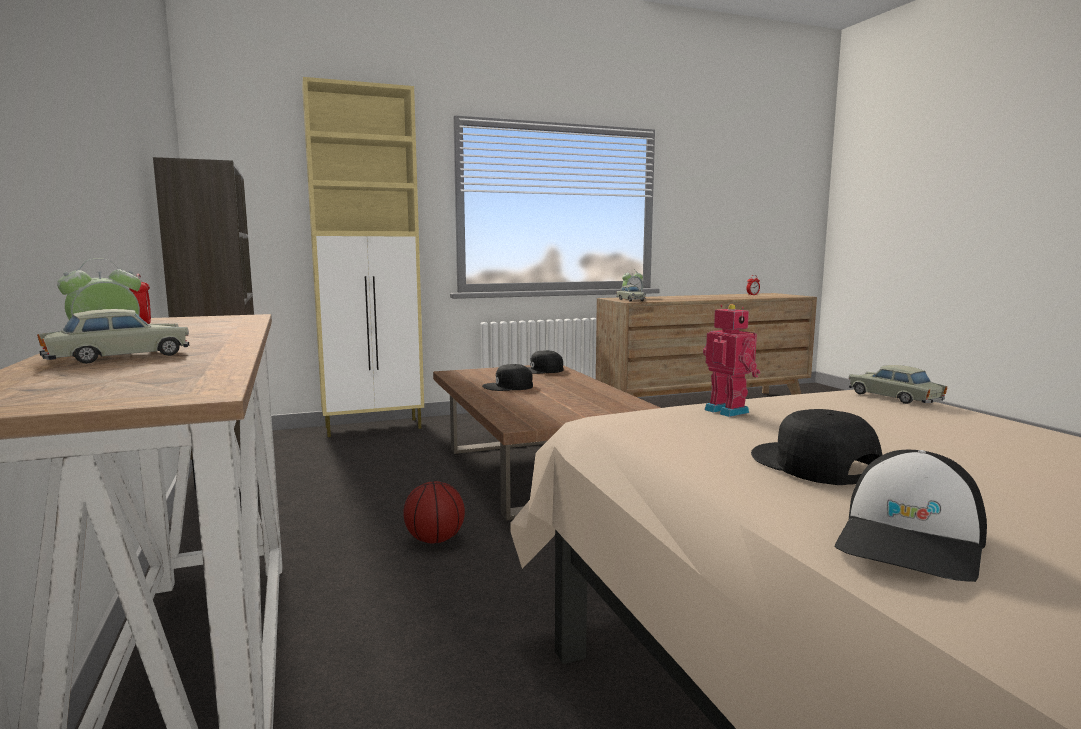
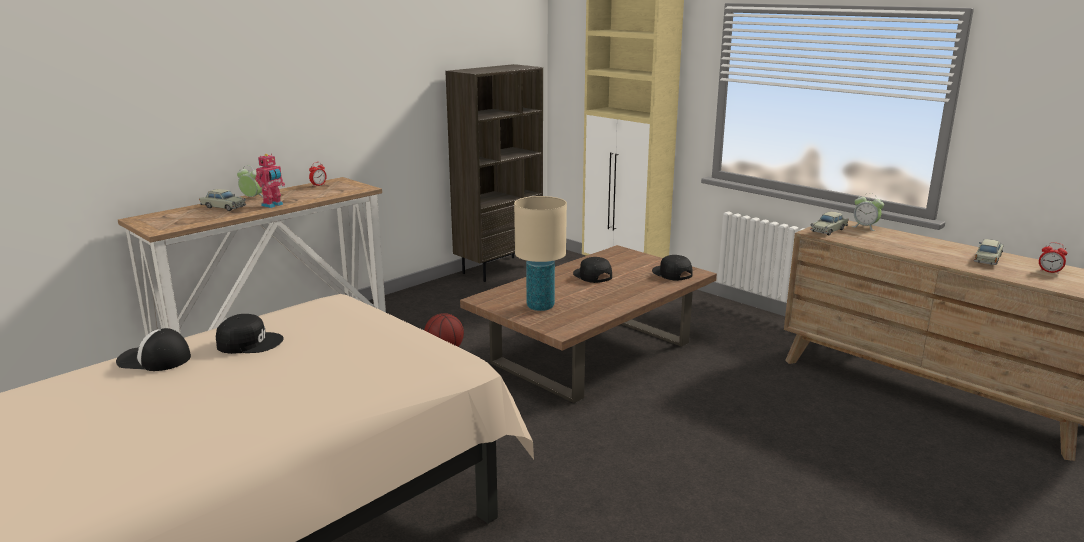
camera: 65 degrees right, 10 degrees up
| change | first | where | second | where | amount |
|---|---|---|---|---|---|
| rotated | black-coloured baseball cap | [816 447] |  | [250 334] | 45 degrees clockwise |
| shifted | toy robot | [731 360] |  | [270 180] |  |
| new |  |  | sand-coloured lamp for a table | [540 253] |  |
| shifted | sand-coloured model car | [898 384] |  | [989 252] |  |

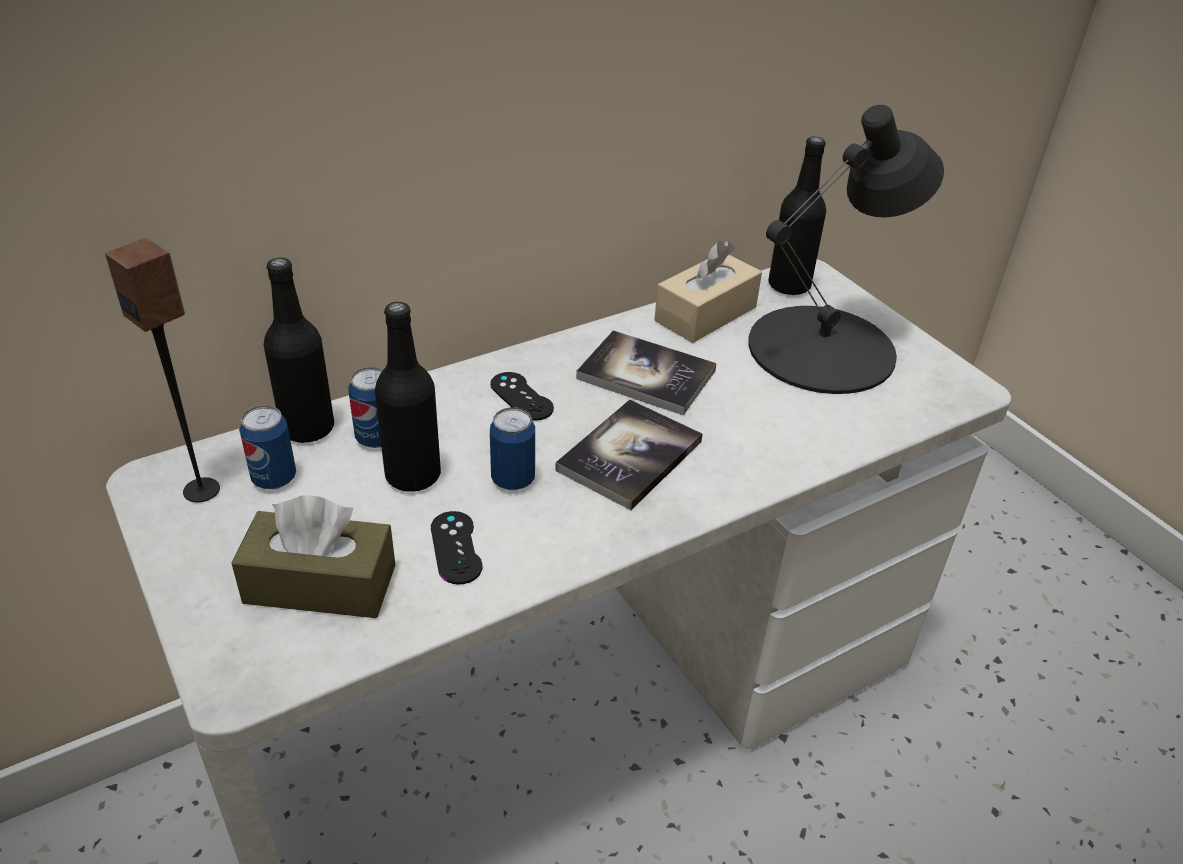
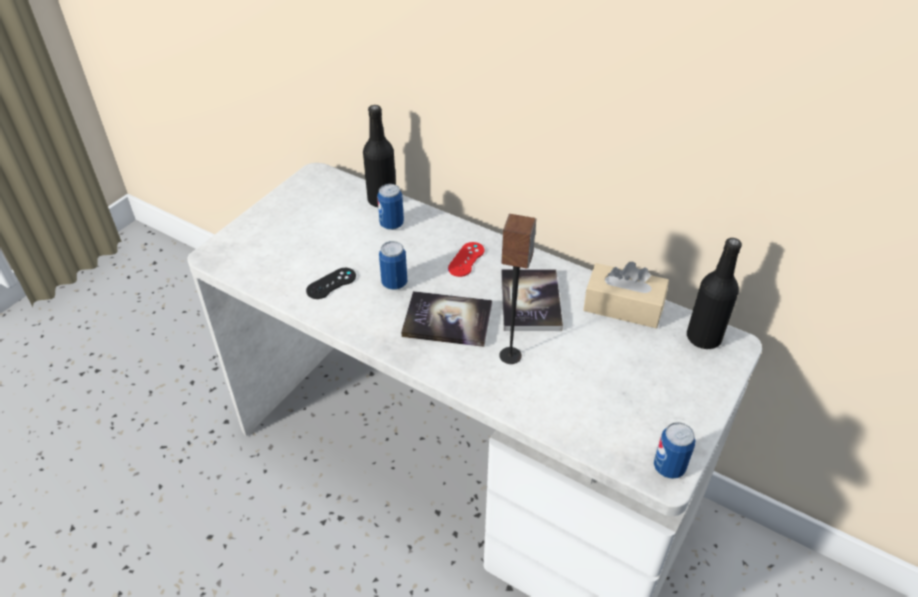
camera: 65 degrees right, 5 degrees up
| change | first | where | second | where | amount |
|---|---|---|---|---|---|
| repainted | black-coloured joypad | [522 396] | red-coloured joypad | [466 259] |  |
| shifted | loudspeaker | [162 370] |  | [517 289] |  |
| shifted | metal can | [267 447] |  | [675 450] |  |
| gone | brownish box of tissues | [313 557] |  |  |  |
| gone | black-coloured bottle | [408 397] |  |  |  |
| gone | black-coloured lamp for a table | [846 249] |  |  |  |

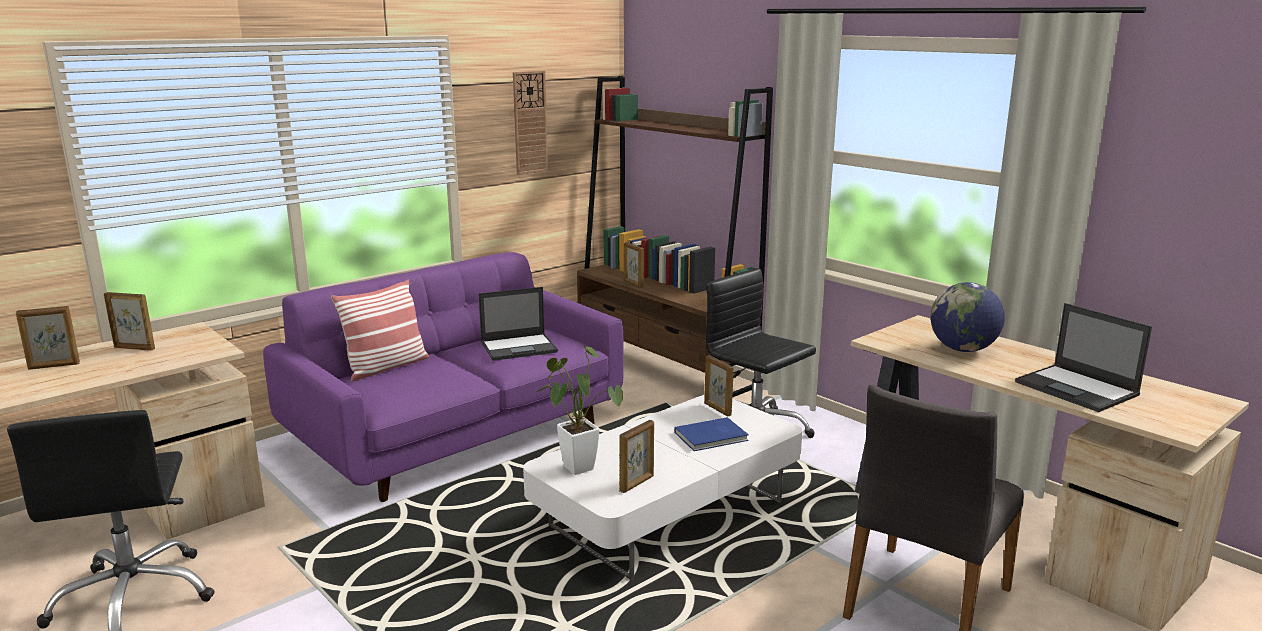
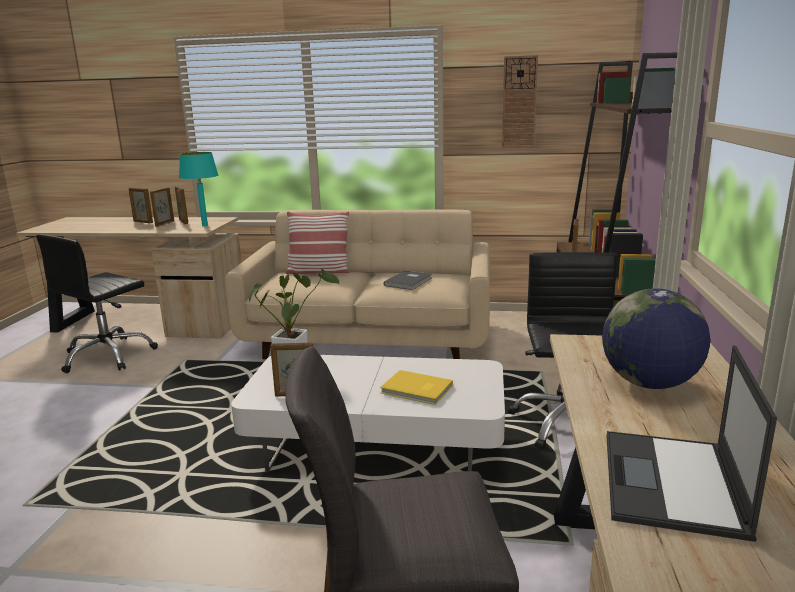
camera: 50 degrees right, 0 degrees up
| change | first | where | second | where | amount |
|---|---|---|---|---|---|
| shifted | standing frame | [719 386] |  | [162 207] |  |
| new |  |  | blue-green lamp for a table | [198 189] |  |
| repainted | purplish couch | [443 377] | sand-coloured couch | [357 284] |  |
| repainted | blue volume | [711 434] | yellow-coloured volume | [416 387] |  |
| swapped | laptop | [518 324] | grey volume | [407 280] |  |

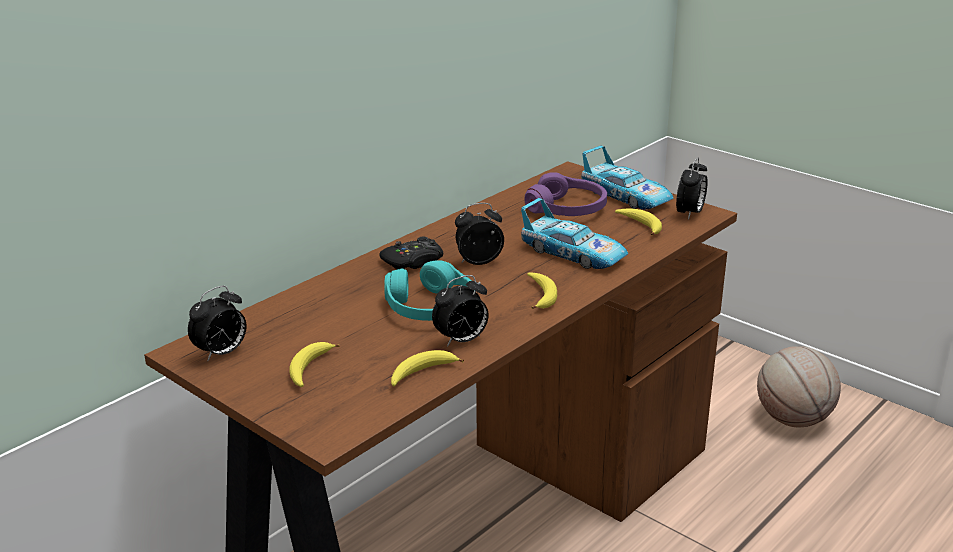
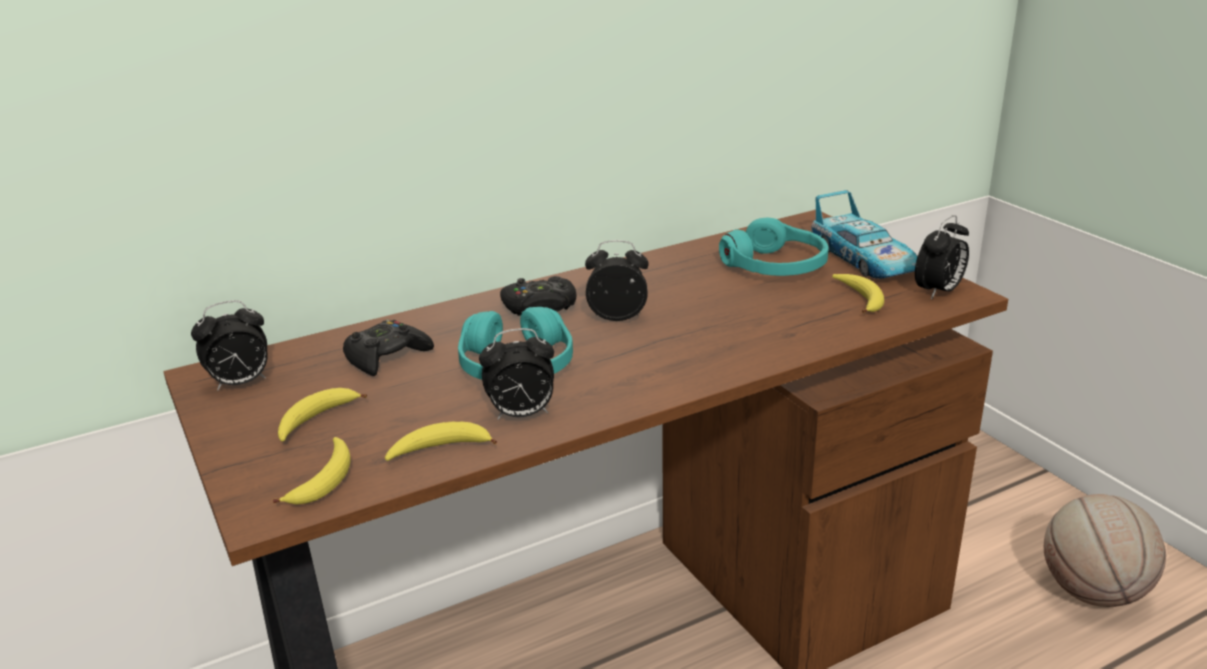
camera: 20 degrees right, 0 degrees up
| change | first | where | second | where | amount |
|---|---|---|---|---|---|
| shifted | banana fruit | [542 290] |  | [312 471] |  |
| new |  |  | black-coloured joypad | [388 348] |  |
| repainted | purplish headset | [566 194] | blue-green headset | [774 247] |  |
| gone | model car | [574 233] |  |  |  |

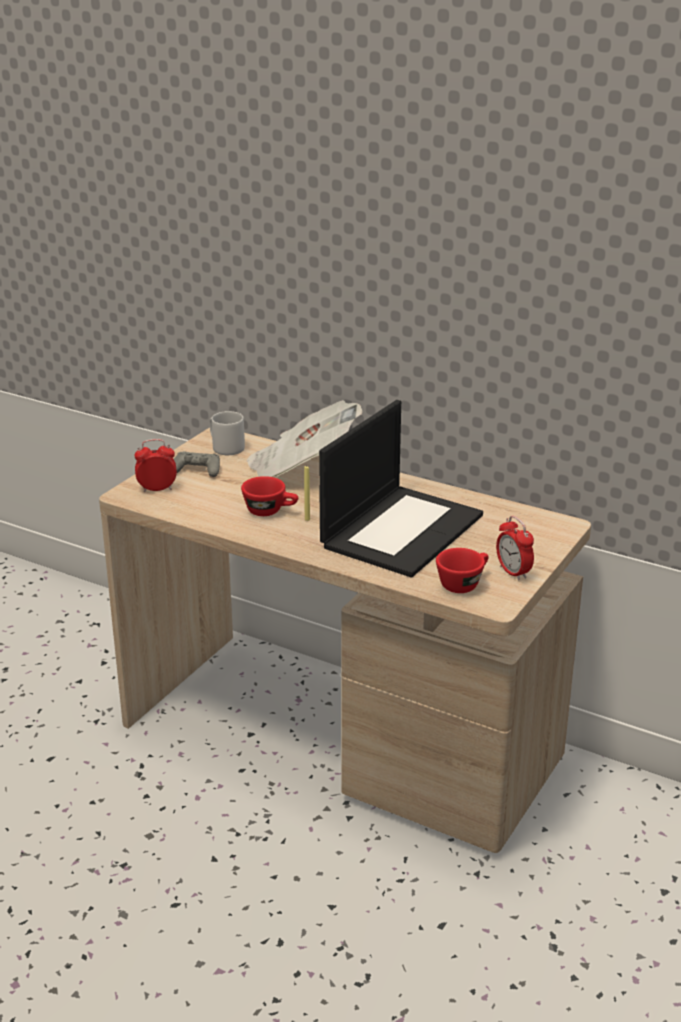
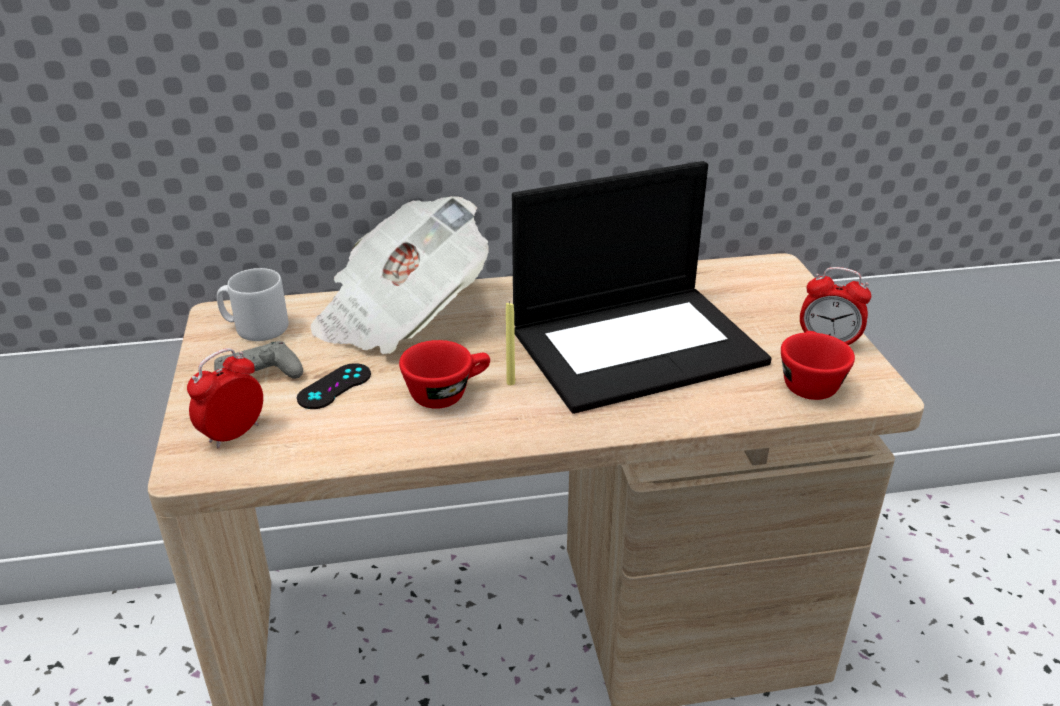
camera: 40 degrees left, 5 degrees up
| change | first | where | second | where | amount |
|---|---|---|---|---|---|
| new |  |  | black-coloured joypad | [334 386] |  |
| rotated | laptop | [401 488] |  | [642 287] | 75 degrees clockwise |

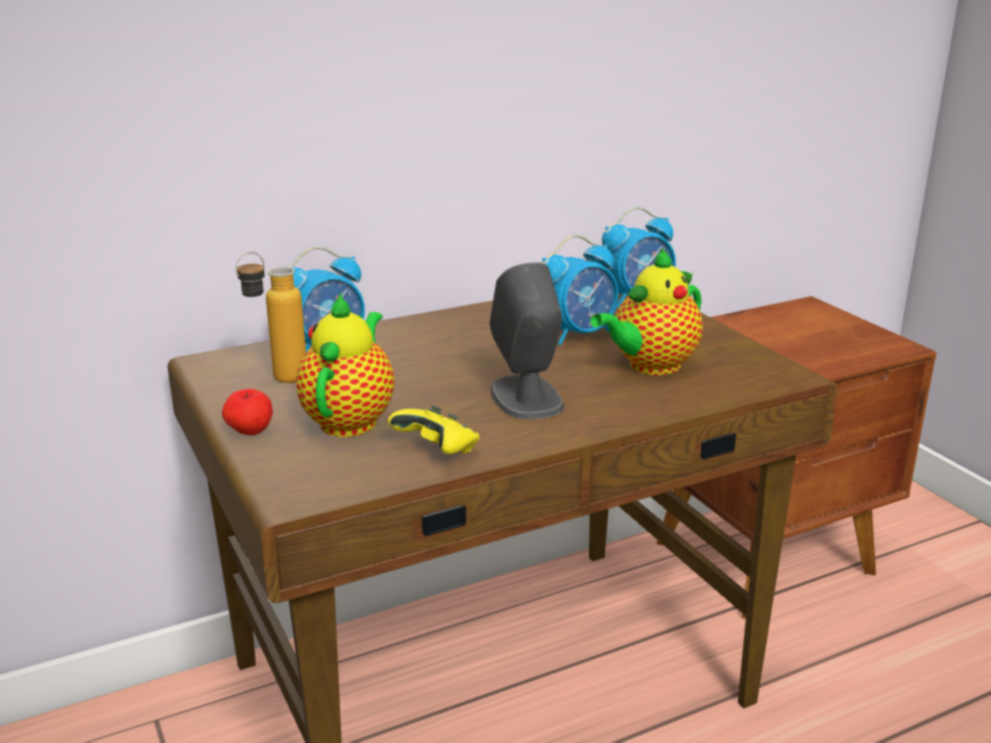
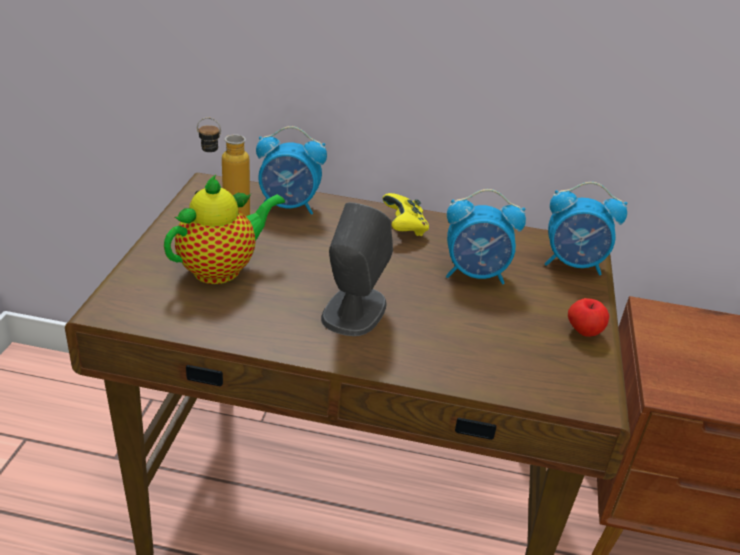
camera: 35 degrees right, 10 degrees up
| change | first | where | second | where | amount |
|---|---|---|---|---|---|
| shifted | yellow-coloured joypad | [434 430] |  | [406 215] |  |
| shifted | apple fruit | [247 412] |  | [588 317] |  |
| gone | teapot | [646 311] |  |  |  |

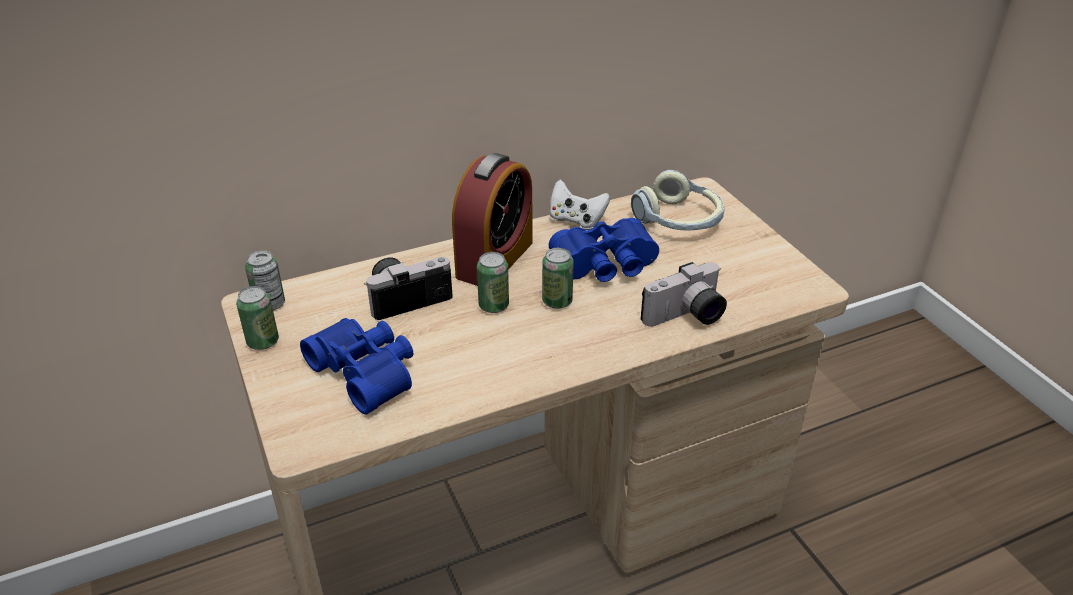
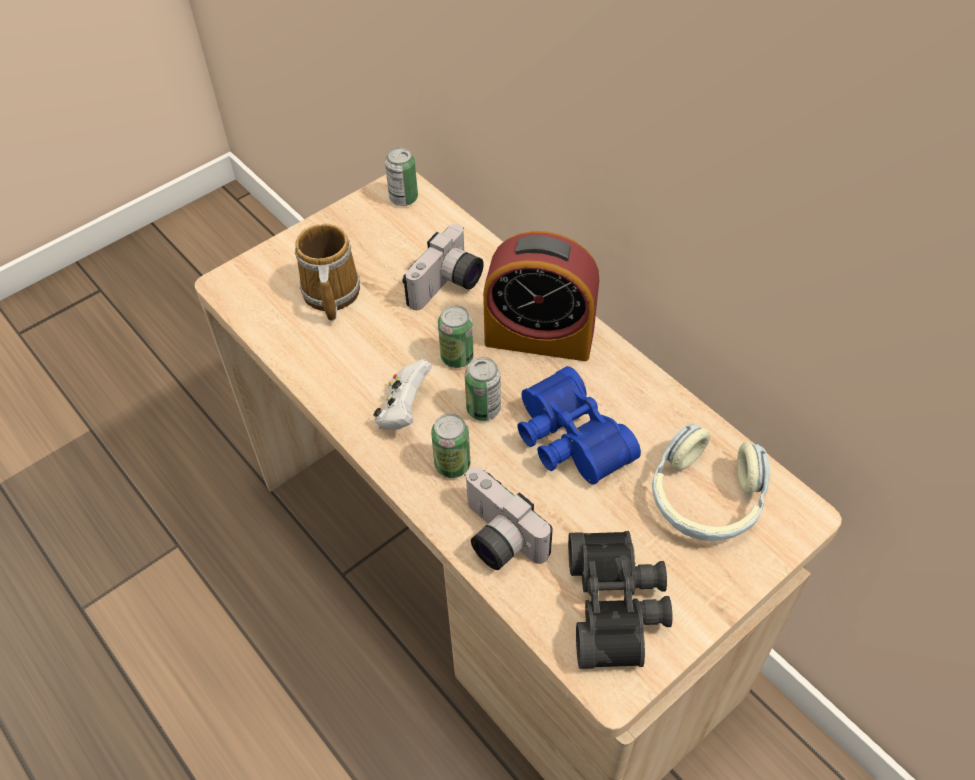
camera: 75 degrees right, 15 degrees up
| change | first | where | second | where | amount |
|---|---|---|---|---|---|
| swapped | blue pair of binoculars | [356 366] | mug | [327 272] |  |
| shifted | white-coloured joypad | [580 205] |  | [402 394] |  |
| rotated | photo camera | [408 288] |  | [443 267] | 75 degrees clockwise |
| shifted | metal can | [257 318] |  | [450 446] |  |
| new |  |  | black-coloured pair of binoculars | [620 600] |  |

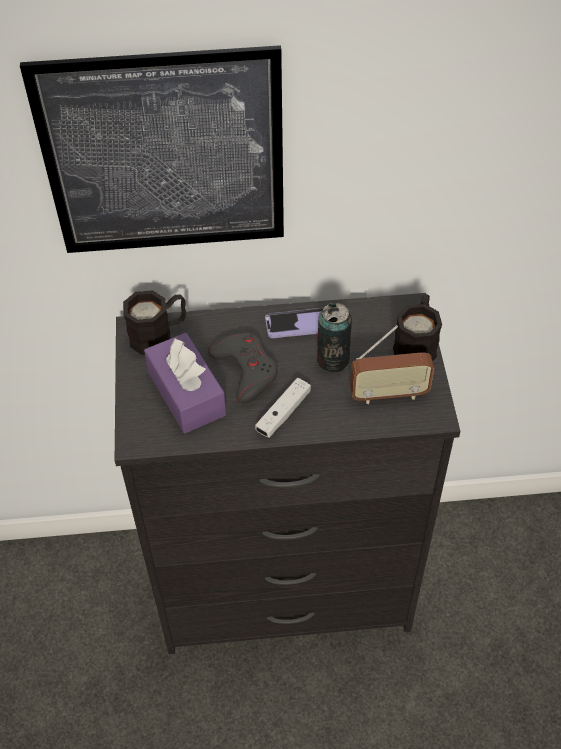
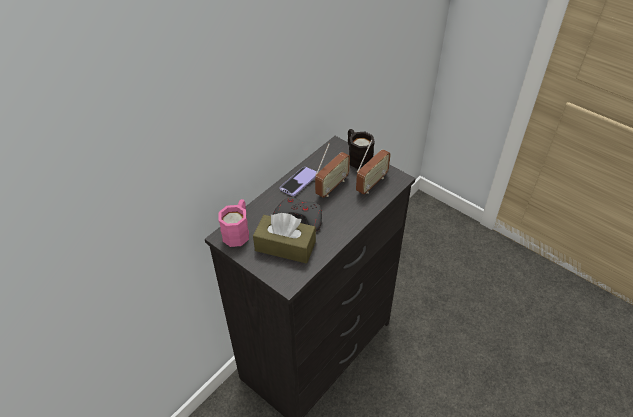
camera: 45 degrees left, 5 degrees down
| change | first | where | second | where | amount |
|---|---|---|---|---|---|
| repainted | black-coloured mug | [154 322] | pinkish mug | [233 223] |  |
| repainted | purplish box of tissues | [185 383] | brownish box of tissues | [284 238] |  |
| swapped | metal can | [334 338] | radio set | [332 170] |  |
| gone | picture | [152 149] |  |  |  |
| gone | white-coloured joypad | [283 408] |  |  |  |

